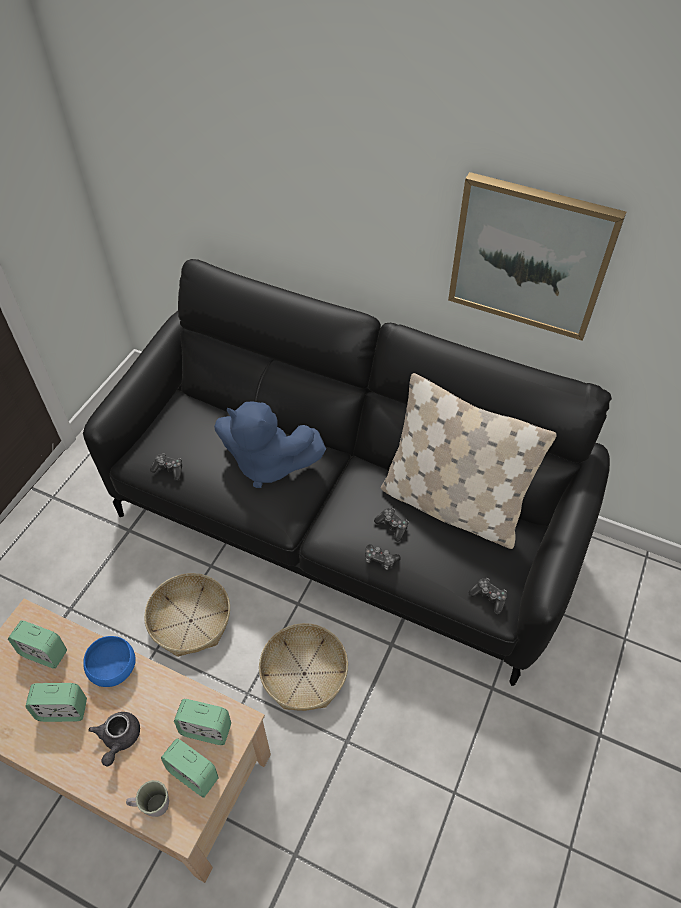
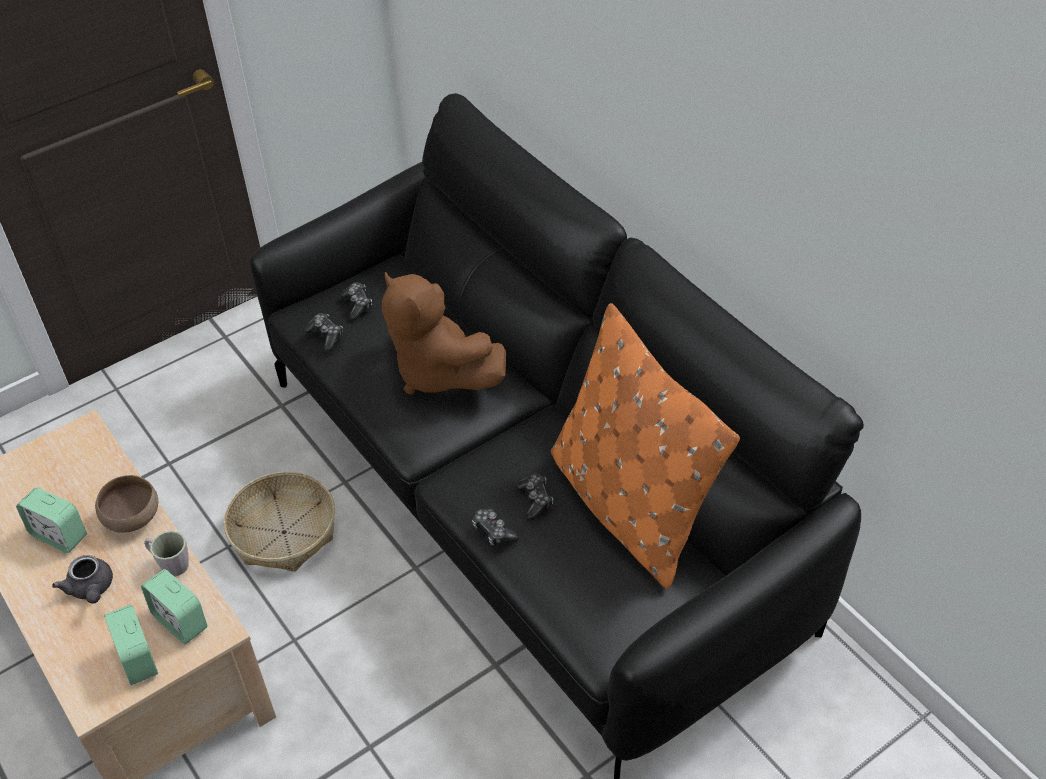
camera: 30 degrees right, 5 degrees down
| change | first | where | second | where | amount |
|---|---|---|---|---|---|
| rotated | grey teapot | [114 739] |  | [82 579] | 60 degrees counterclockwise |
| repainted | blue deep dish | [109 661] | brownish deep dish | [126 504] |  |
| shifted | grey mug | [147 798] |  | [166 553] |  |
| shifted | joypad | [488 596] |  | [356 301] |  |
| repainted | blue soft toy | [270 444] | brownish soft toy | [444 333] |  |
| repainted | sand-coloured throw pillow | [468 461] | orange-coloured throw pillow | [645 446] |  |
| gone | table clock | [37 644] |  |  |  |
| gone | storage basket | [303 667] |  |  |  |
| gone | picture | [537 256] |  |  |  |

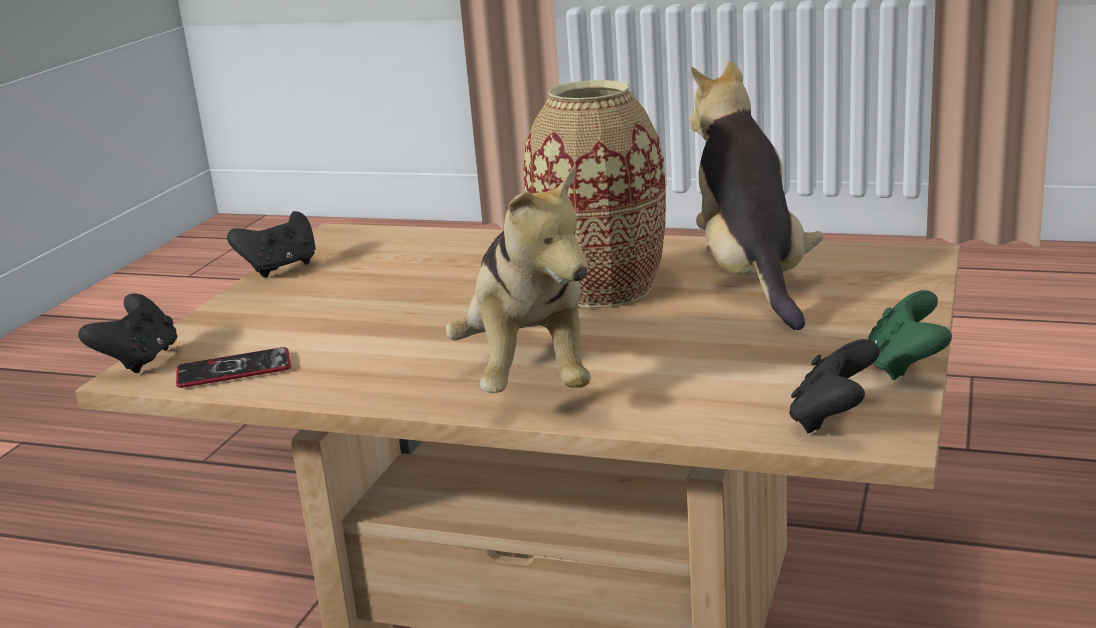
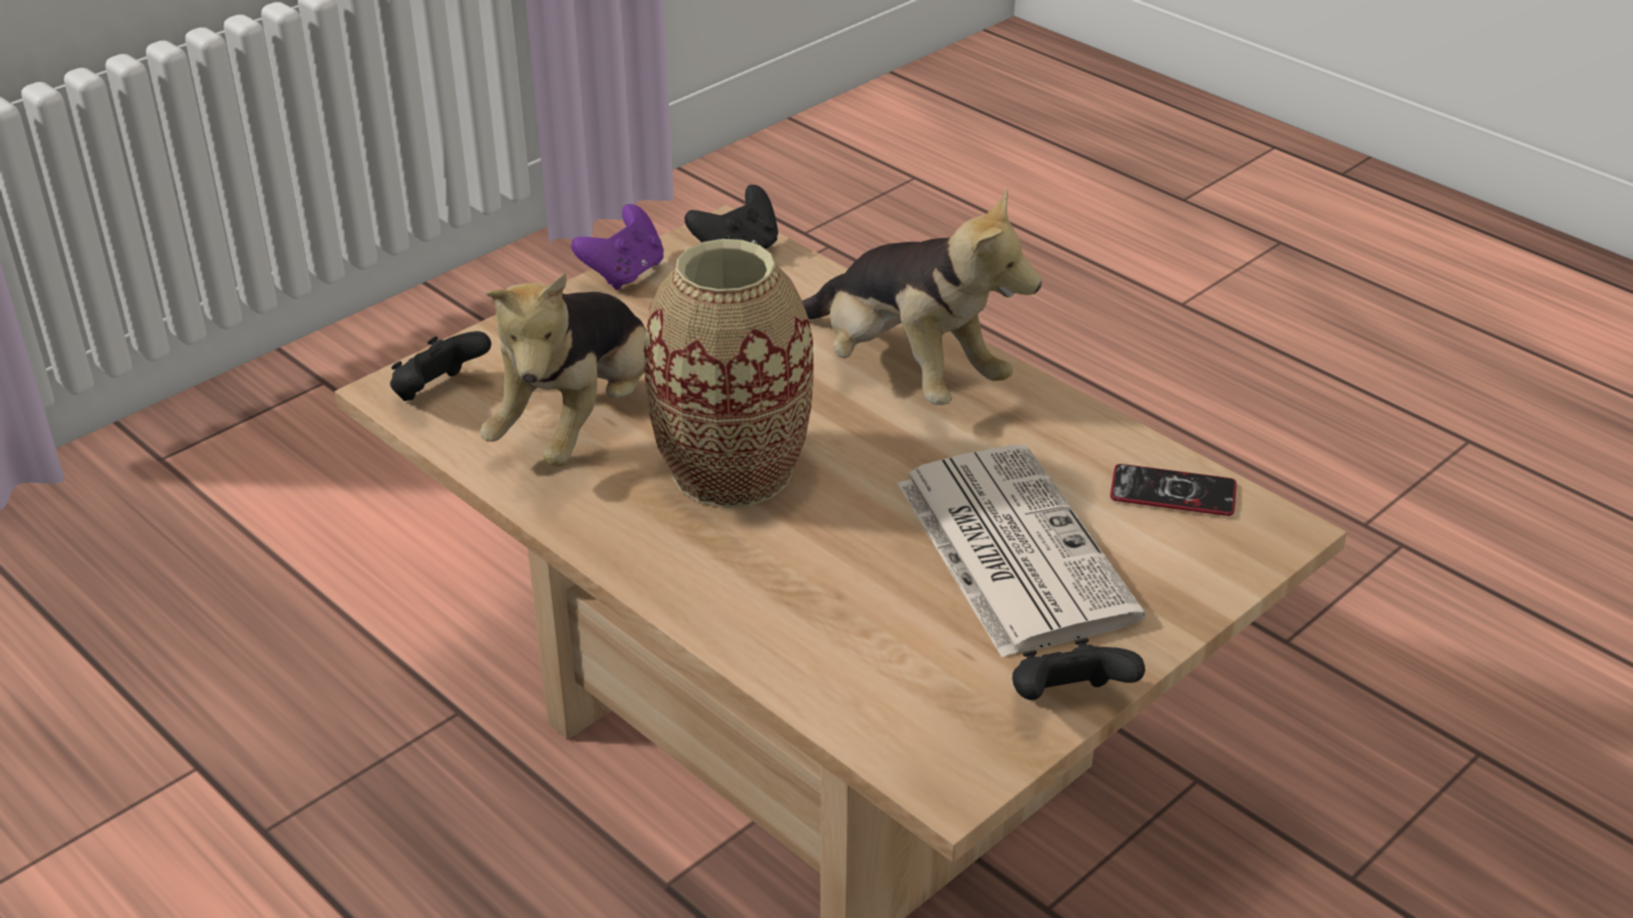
camera: 155 degrees left, 15 degrees up
| change | first | where | second | where | amount |
|---|---|---|---|---|---|
| shifted | black-coloured joypad | [127 333] |  | [440 366] |  |
| repainted | green-coloured joypad | [910 335] | purplish joypad | [617 247] |  |
| rotated | soft toy | [518 278] |  | [922 296] | 120 degrees clockwise |
| new |  |  | newspaper | [1021 551] |  |

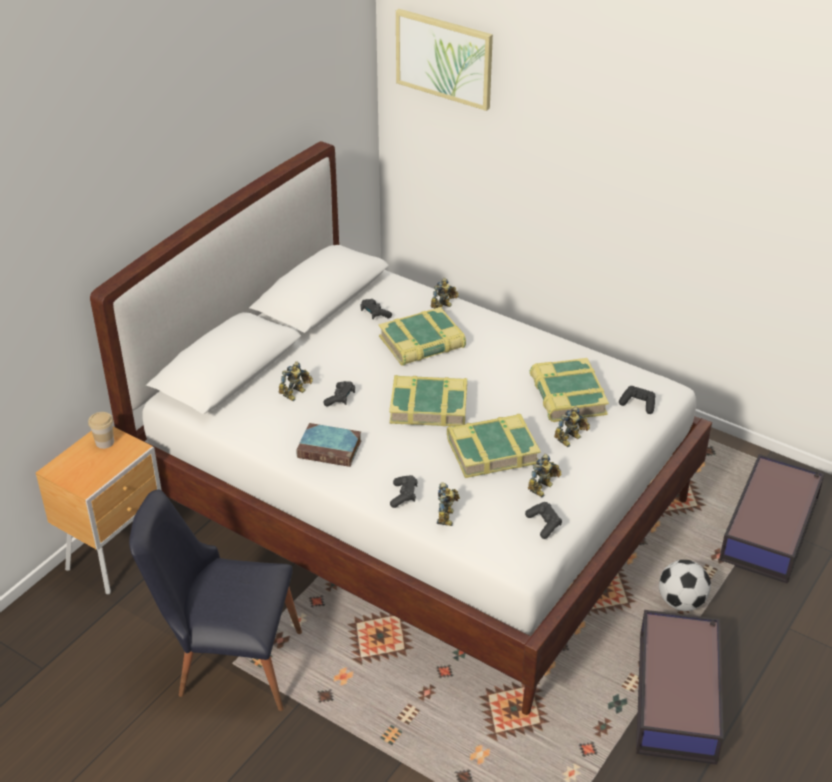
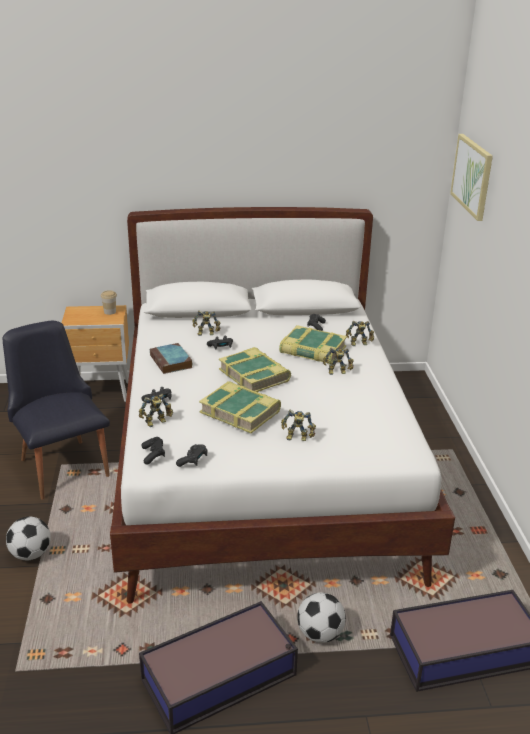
camera: 50 degrees right, 10 degrees down
| change | first | where | second | where | amount |
|---|---|---|---|---|---|
| new |  |  | football ball | [28 539] |  |
| shifted | black-coloured joypad | [637 400] |  | [153 451] |  |
| shifted | toy robot | [544 475] |  | [338 361] |  |
| gone | volume | [569 390] |  |  |  |

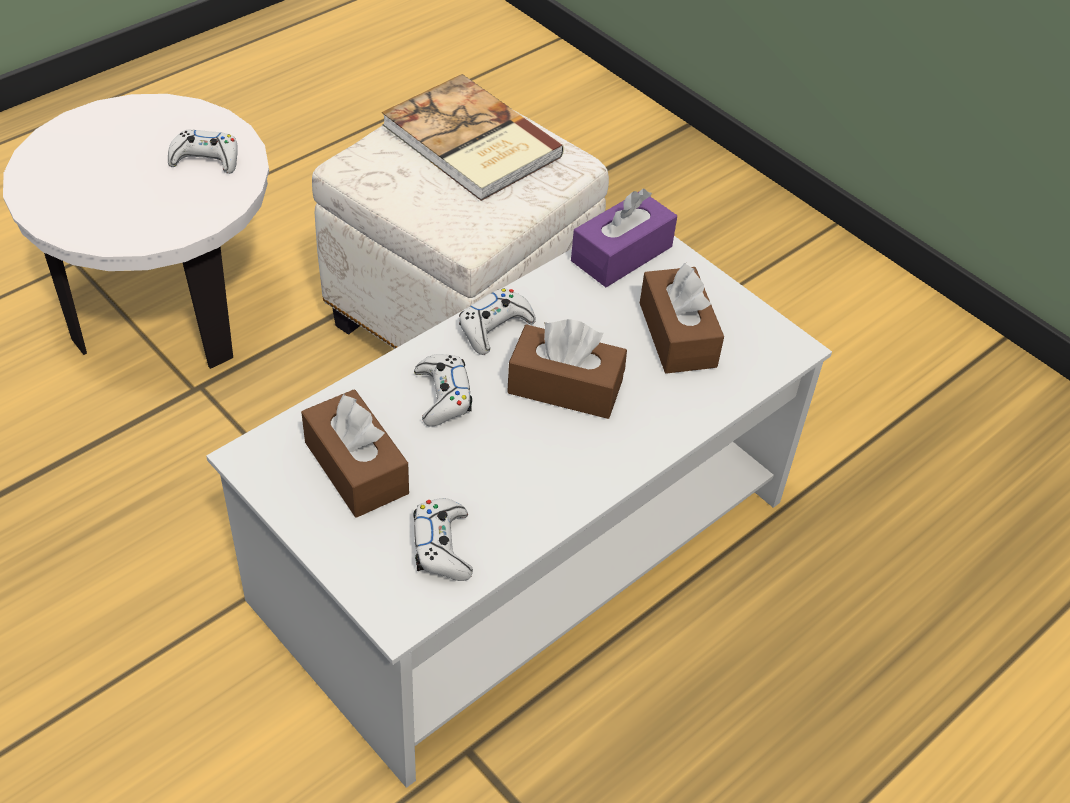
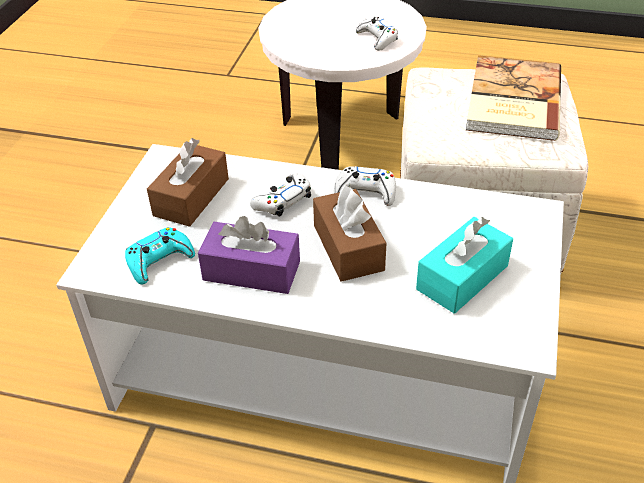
camera: 60 degrees right, 5 degrees down
| change | first | where | second | where | amount |
|---|---|---|---|---|---|
| repainted | white-coloured joypad | [443 539] | blue-green joypad | [160 255] |  |
| shifted | purplish box of tissues | [624 238] |  | [249 255] |  |
| repainted | brownish box of tissues | [682 318] | blue-green box of tissues | [464 265] |  |

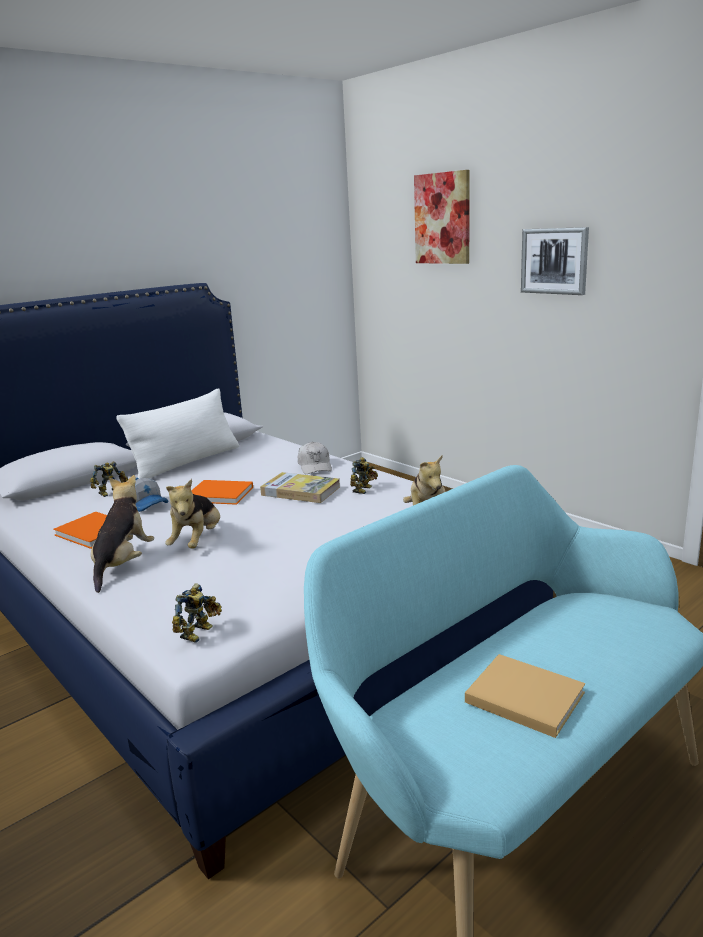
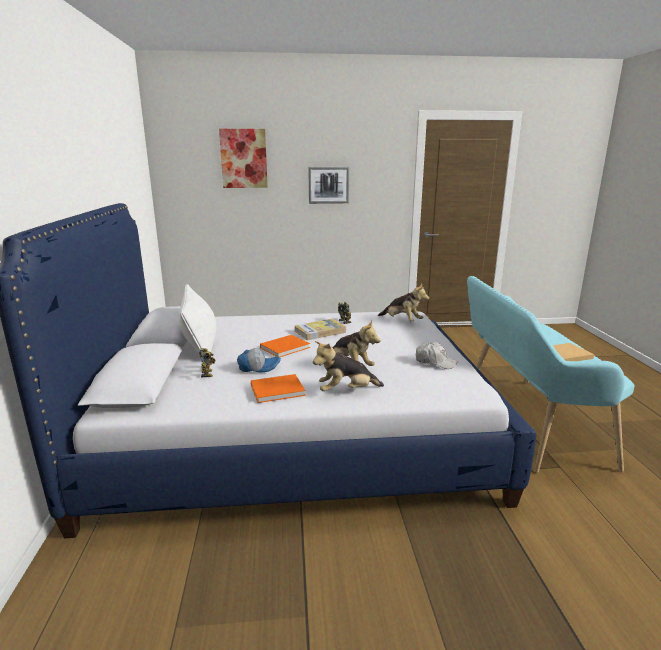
camera: 55 degrees left, 0 degrees up
| change | first | where | second | where | amount |
|---|---|---|---|---|---|
| rotated | soft toy | [122 534] |  | [348 366] | 60 degrees counterclockwise |
| shifted | white-coloured baseball cap | [315 458] |  | [437 355] |  |
| gone | toy robot | [197 613] |  |  |  |

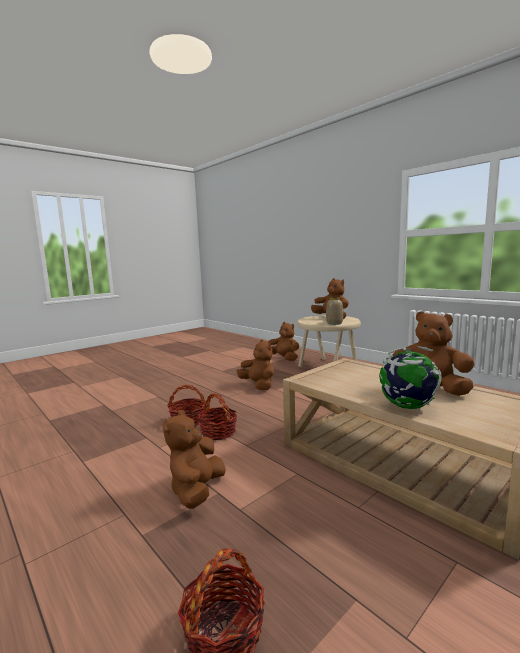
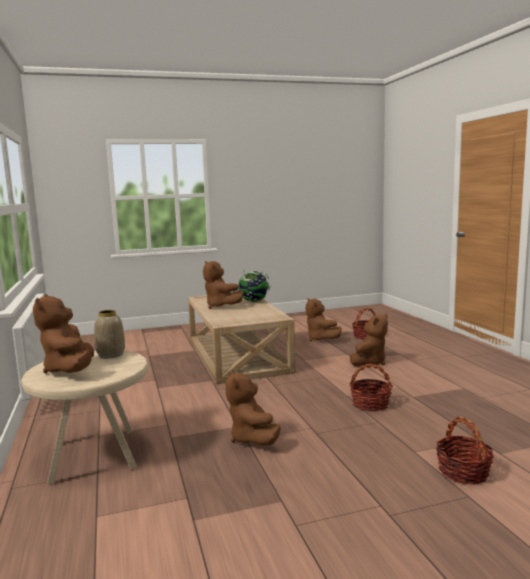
camera: 155 degrees left, 0 degrees up
| change | first | where | second | where | amount |
|---|---|---|---|---|---|
| shifted | brownish soft toy | [283 341] |  | [323 320] |  |
| shifted | storage basket | [217 416] |  | [465 450] |  |

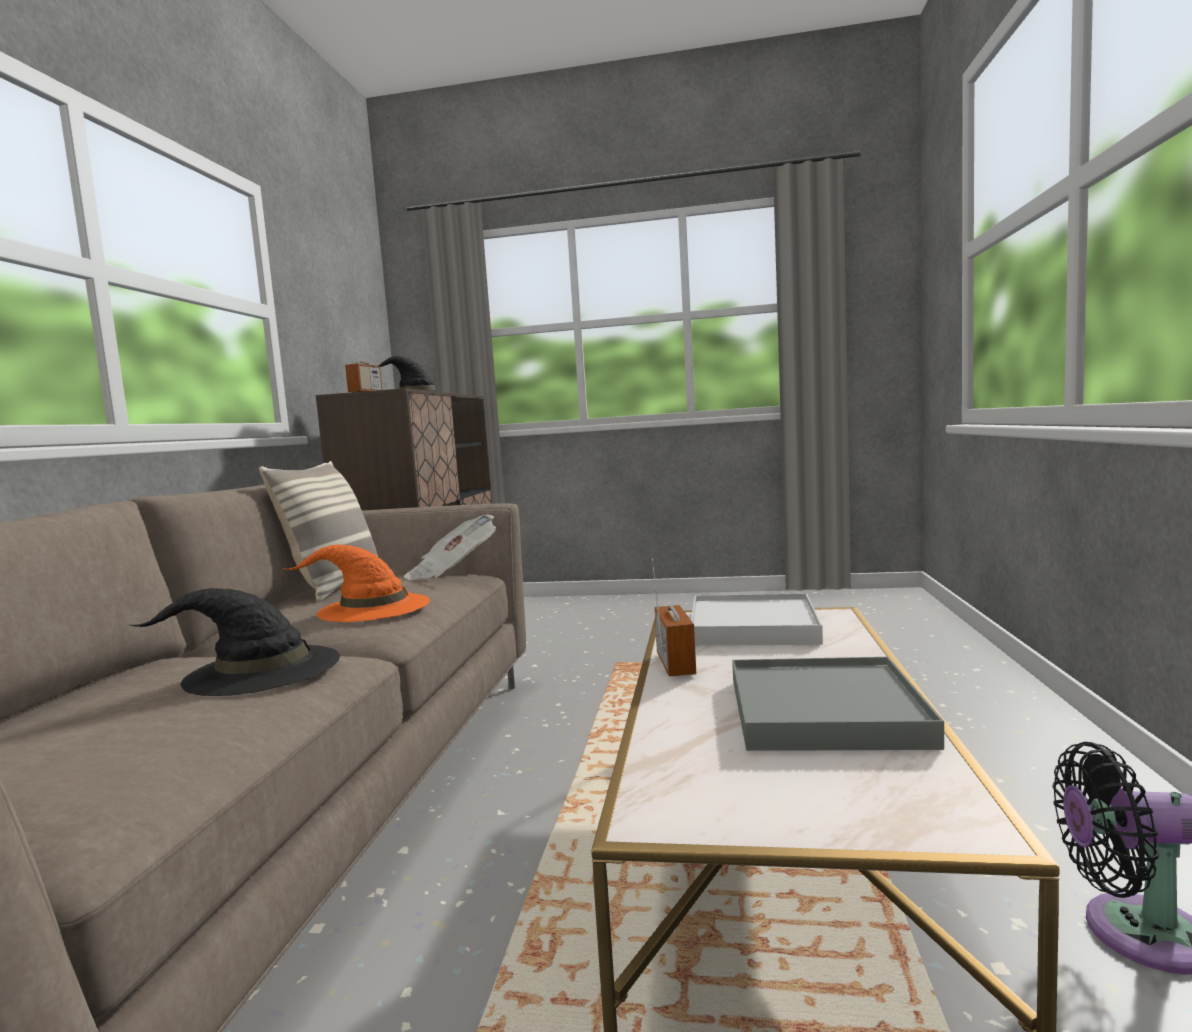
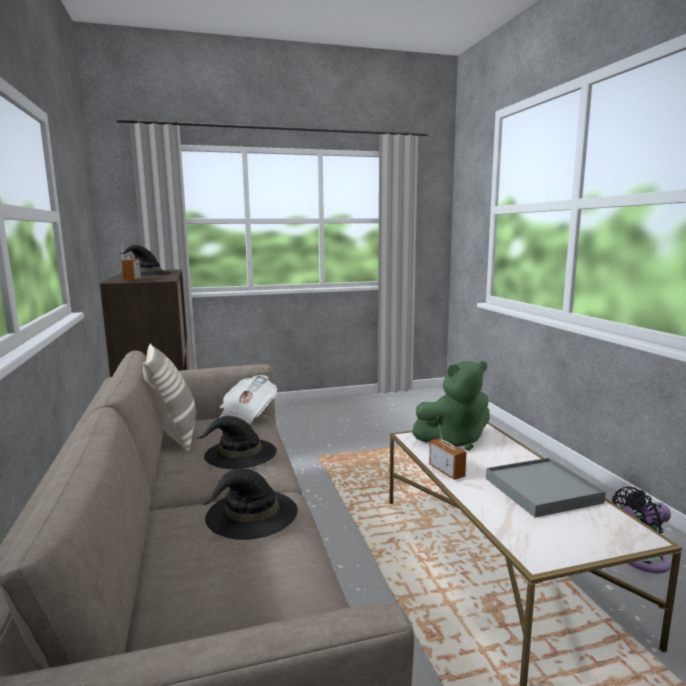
camera: 25 degrees left, 5 degrees up
| change | first | where | second | where | amount |
|---|---|---|---|---|---|
| repainted | orange-coloured hat | [356 583] | black-coloured hat | [237 442] |  |
| swapped | white-coloured tray | [757 619] | green-coloured soft toy | [451 406] |  |

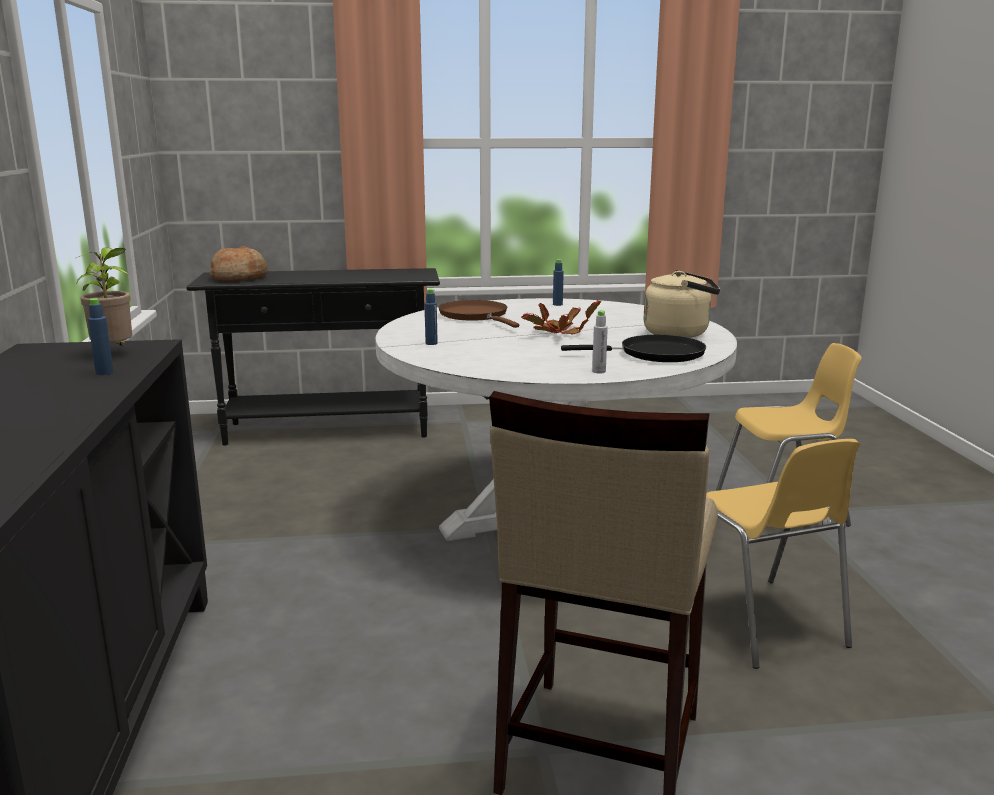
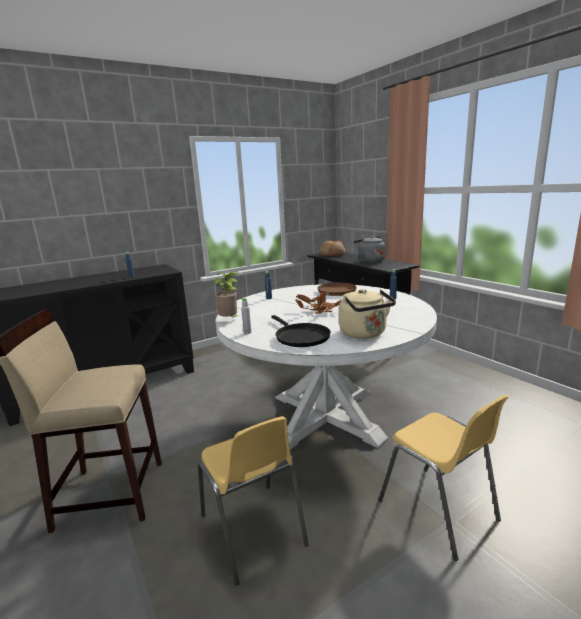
camera: 65 degrees right, 0 degrees up
| change | first | where | second | where | amount |
|---|---|---|---|---|---|
| rotated | yellow-coloured upright chair | [783 554] |  | [253 500] | 75 degrees counterclockwise |
| shifted | potted plant | [104 297] |  | [227 294] |  |
| new |  |  | grey tea kettle | [369 249] |  |

